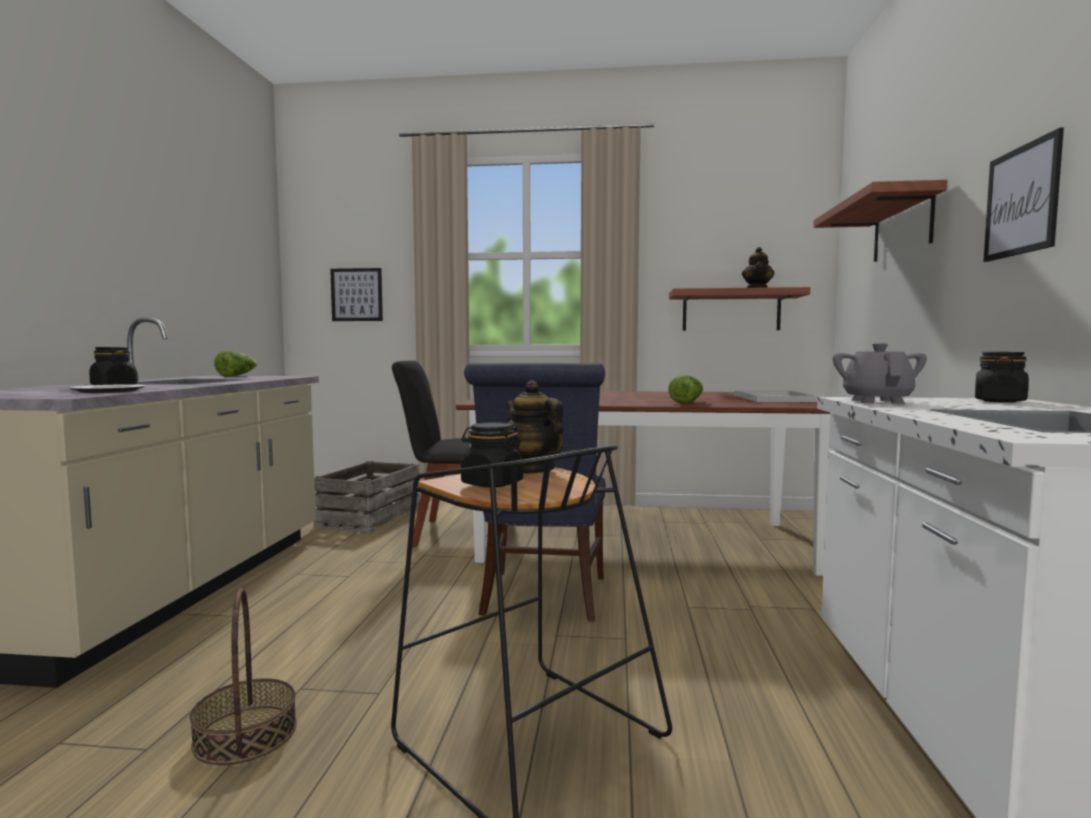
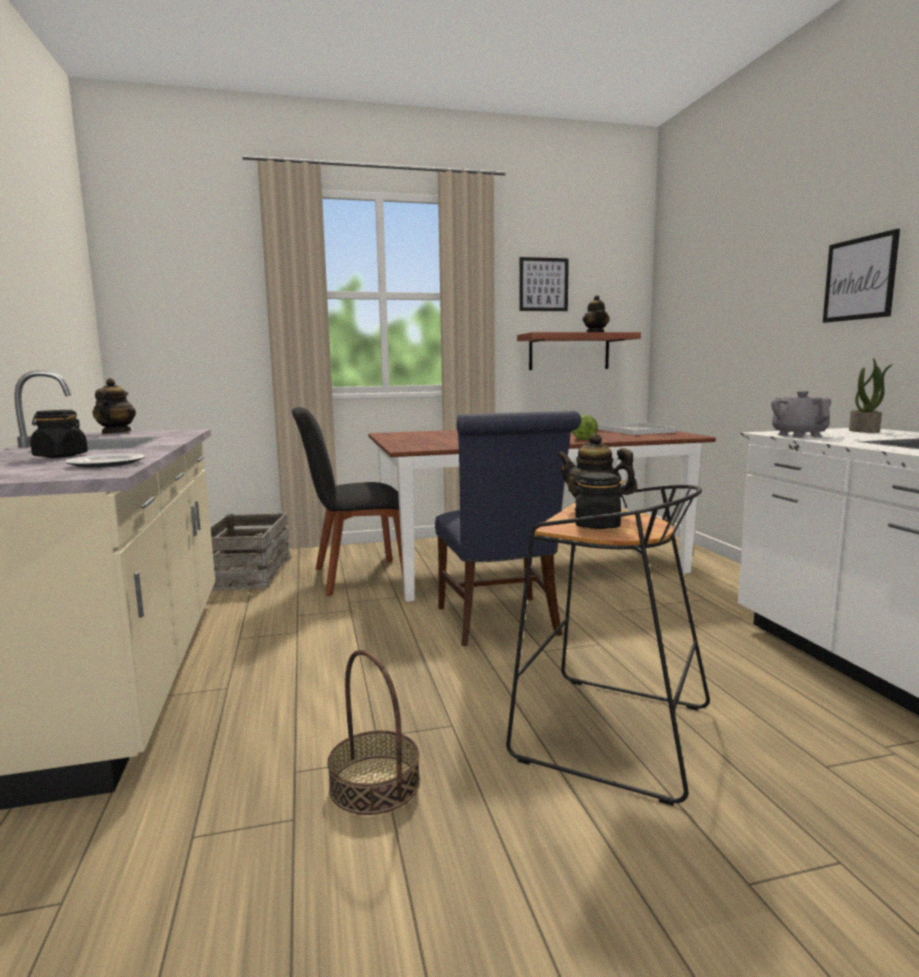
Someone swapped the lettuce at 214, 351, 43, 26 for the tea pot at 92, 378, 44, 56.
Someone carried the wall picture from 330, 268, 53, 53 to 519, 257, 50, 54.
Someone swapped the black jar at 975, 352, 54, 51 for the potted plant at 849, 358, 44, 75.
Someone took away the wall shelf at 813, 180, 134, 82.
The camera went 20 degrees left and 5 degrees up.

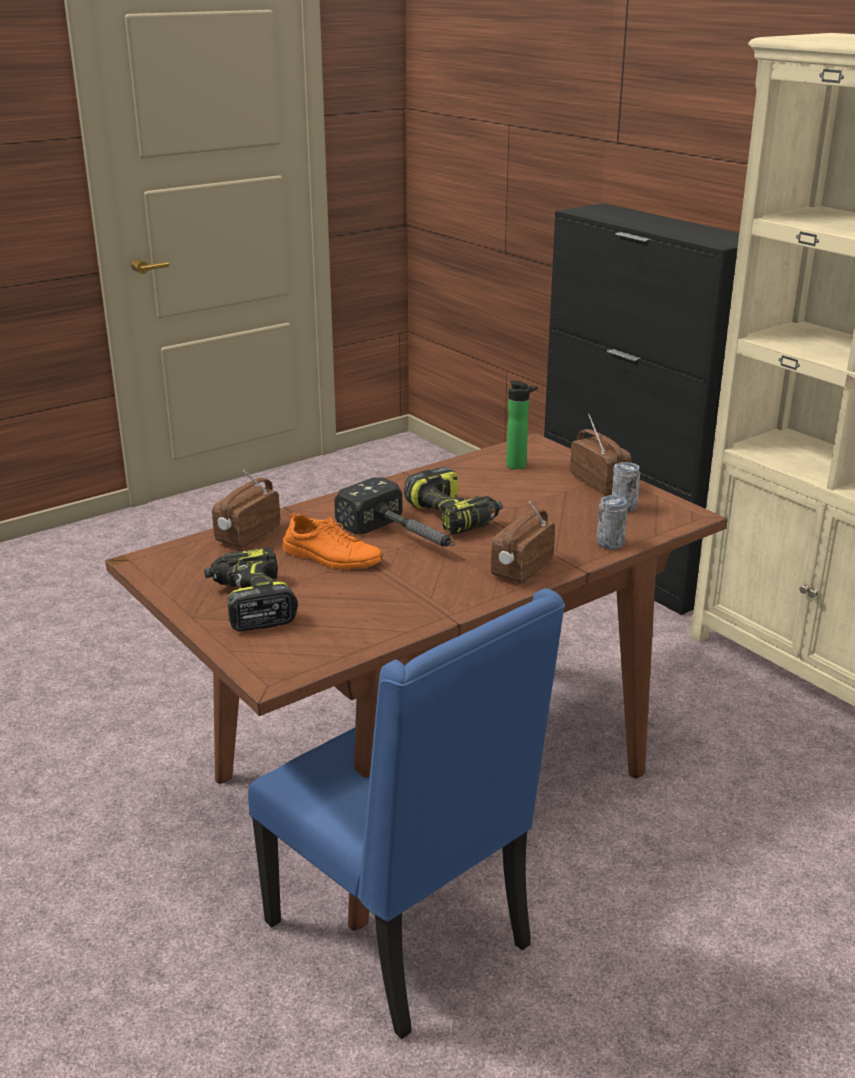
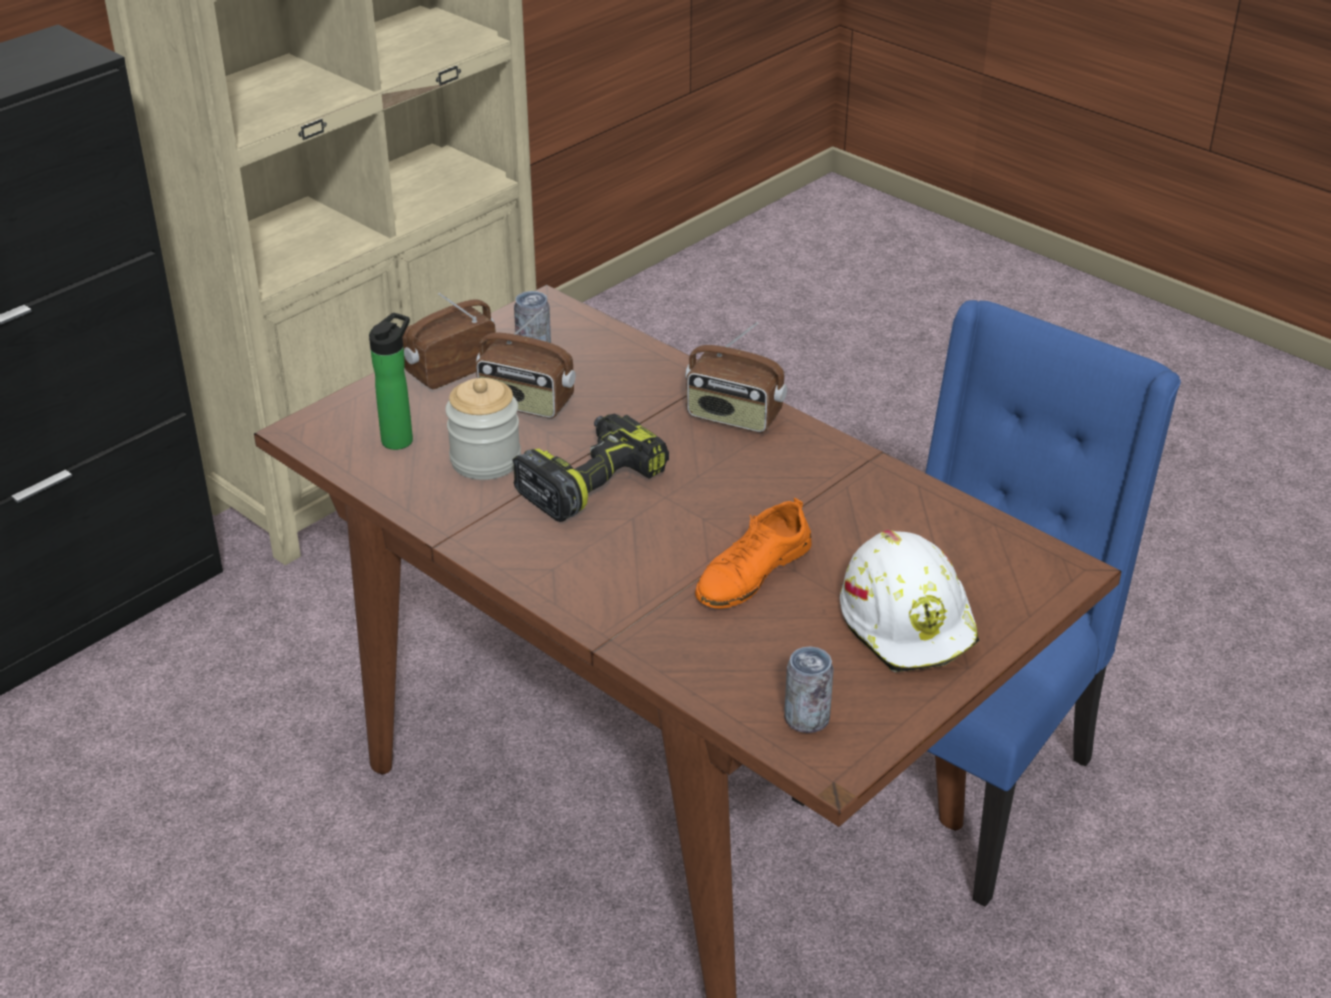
Someone put down the jar at 445, 378, 76, 102.
Someone carried the radio from 212, 470, 68, 78 to 476, 309, 100, 110.
Someone rotated the orangey shoe at 282, 512, 101, 57 by 150 degrees counterclockwise.
Someone carried the sealed can from 597, 495, 31, 54 to 784, 646, 50, 87.
Someone swapped the drill at 204, 548, 94, 83 for the white hard hat at 840, 530, 139, 142.
Someone took away the hand hammer at 334, 477, 121, 69.
The camera went 100 degrees left and 10 degrees up.

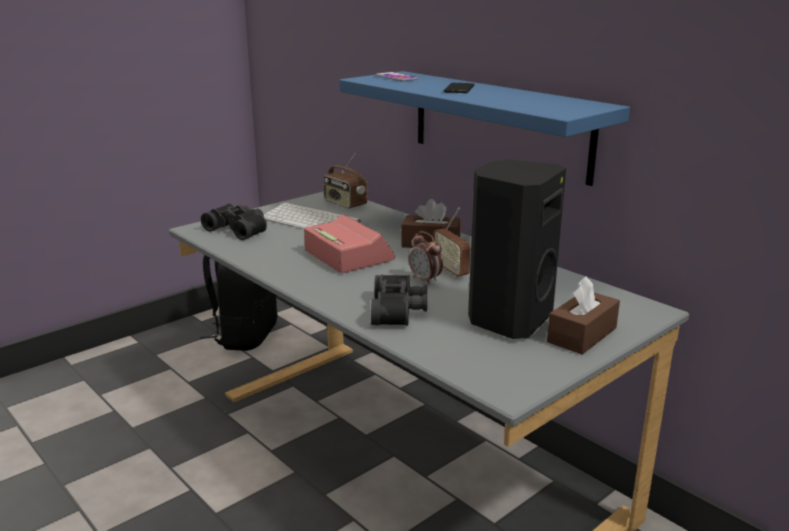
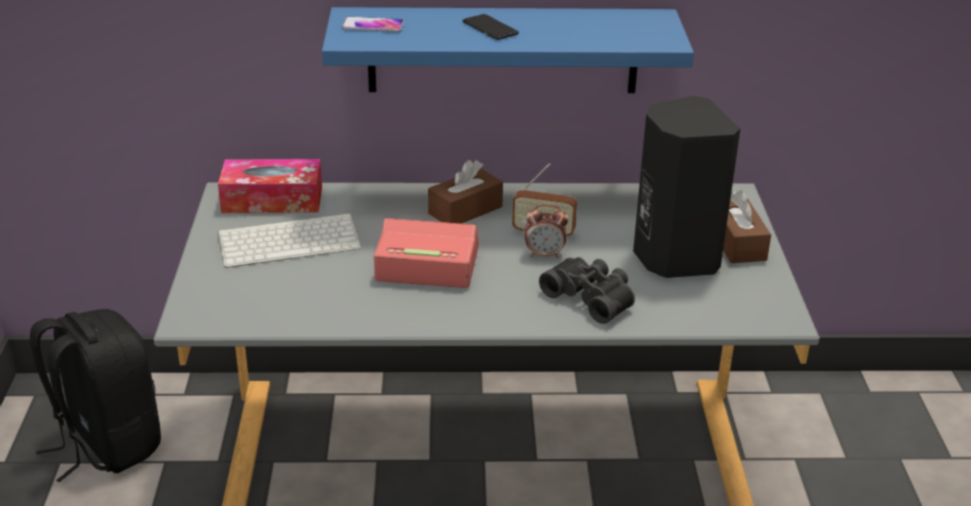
Someone swapped the radio at 323, 153, 44, 56 for the box of tissues at 218, 159, 104, 54.
Someone took away the black pair of binoculars at 201, 203, 66, 37.
The camera went 50 degrees left and 10 degrees up.

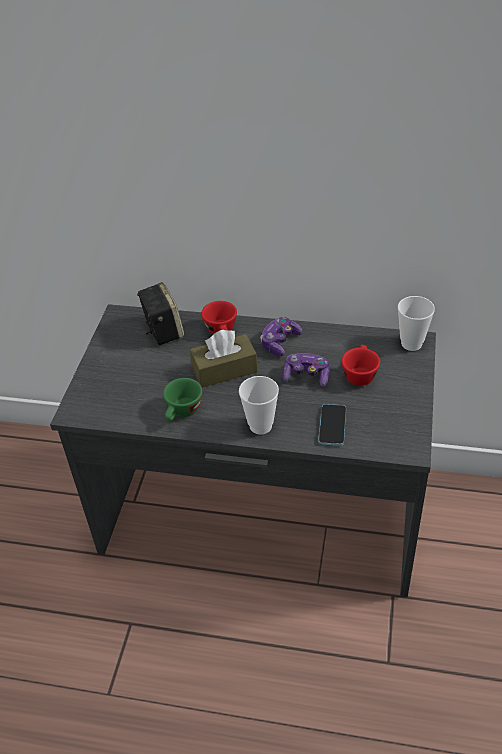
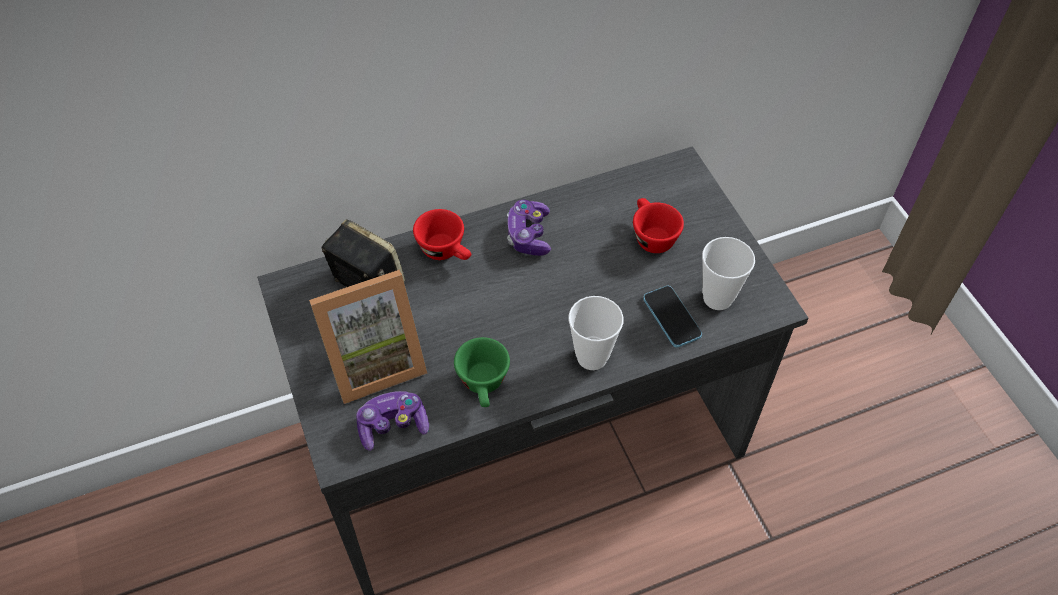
Someone put down the picture frame at 309, 270, 119, 134.
Someone carried the game controller from 282, 353, 48, 34 to 356, 391, 73, 60.
Someone carried the cup from 398, 296, 37, 55 to 702, 237, 53, 73.
Someone took away the brown box of tissues at 190, 330, 68, 58.
The camera went 35 degrees left and 10 degrees up.

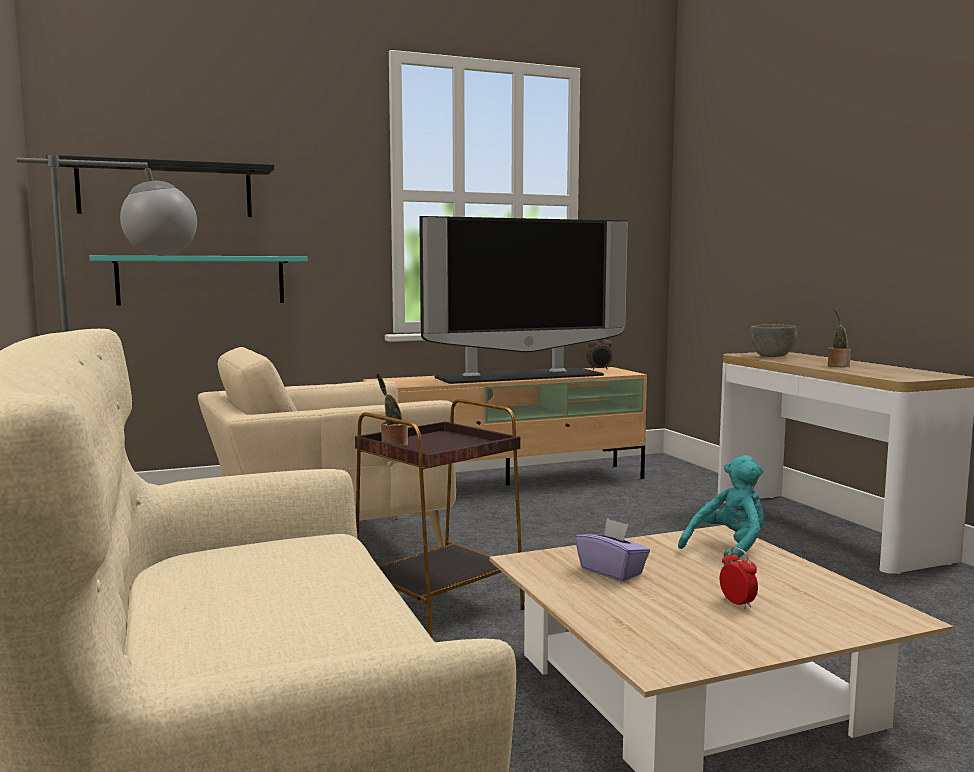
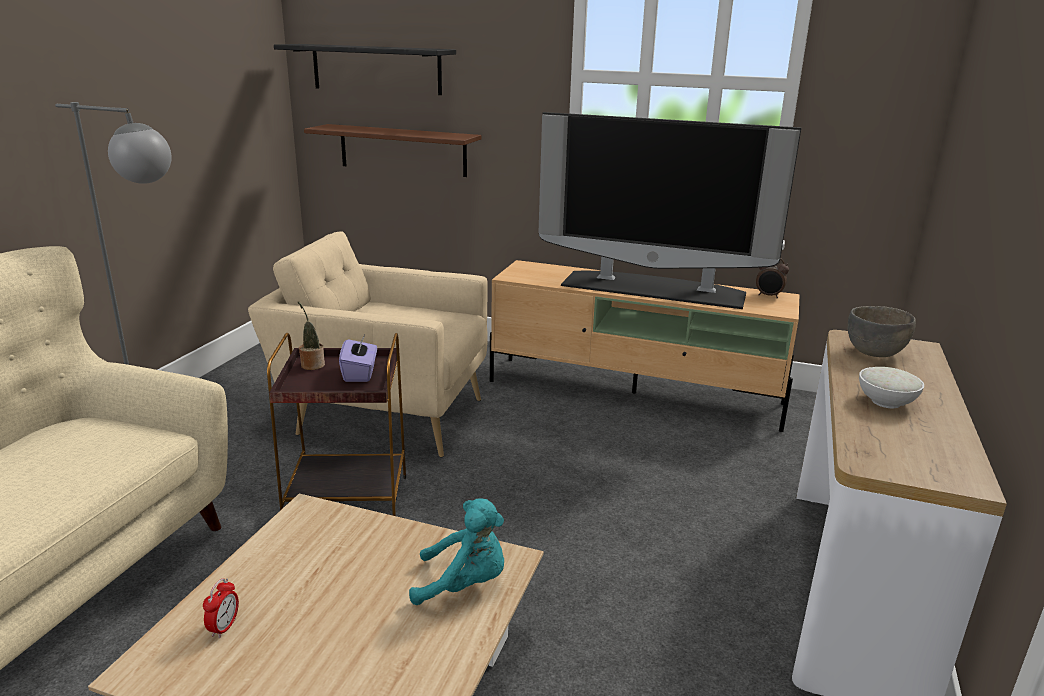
Someone carried the bedside clock from 720, 548, 38, 61 to 203, 578, 36, 60.
Someone repainted the turquoise-coloured wall shelf at 89, 255, 219, 51, which became the brown wall shelf at 304, 124, 177, 53.
Someone carried the purplish box of tissues from 575, 518, 75, 64 to 339, 335, 38, 47.
Someone swapped the potted plant at 828, 308, 23, 59 for the white deep dish at 859, 367, 65, 42.
The camera went 40 degrees right and 15 degrees up.

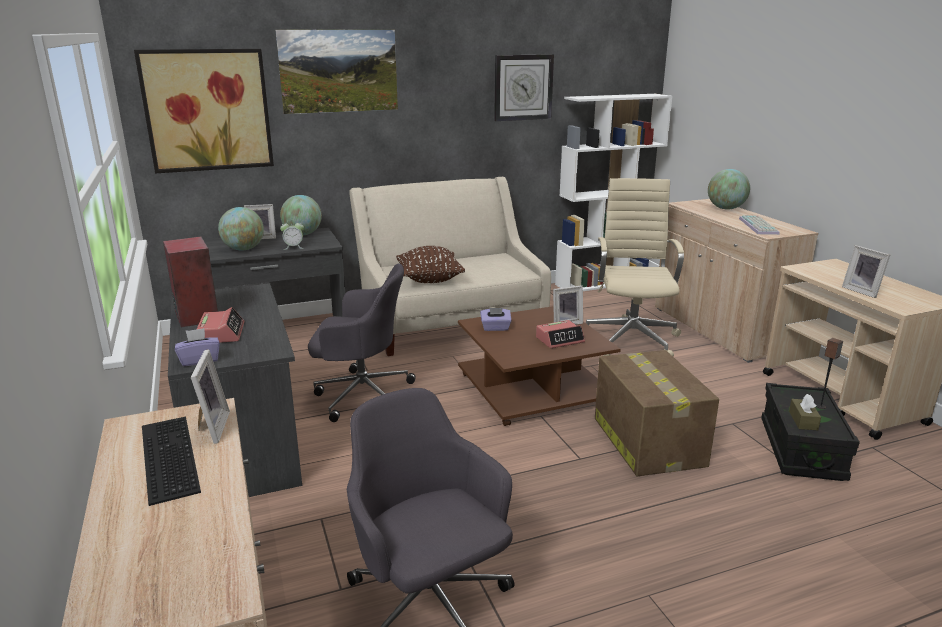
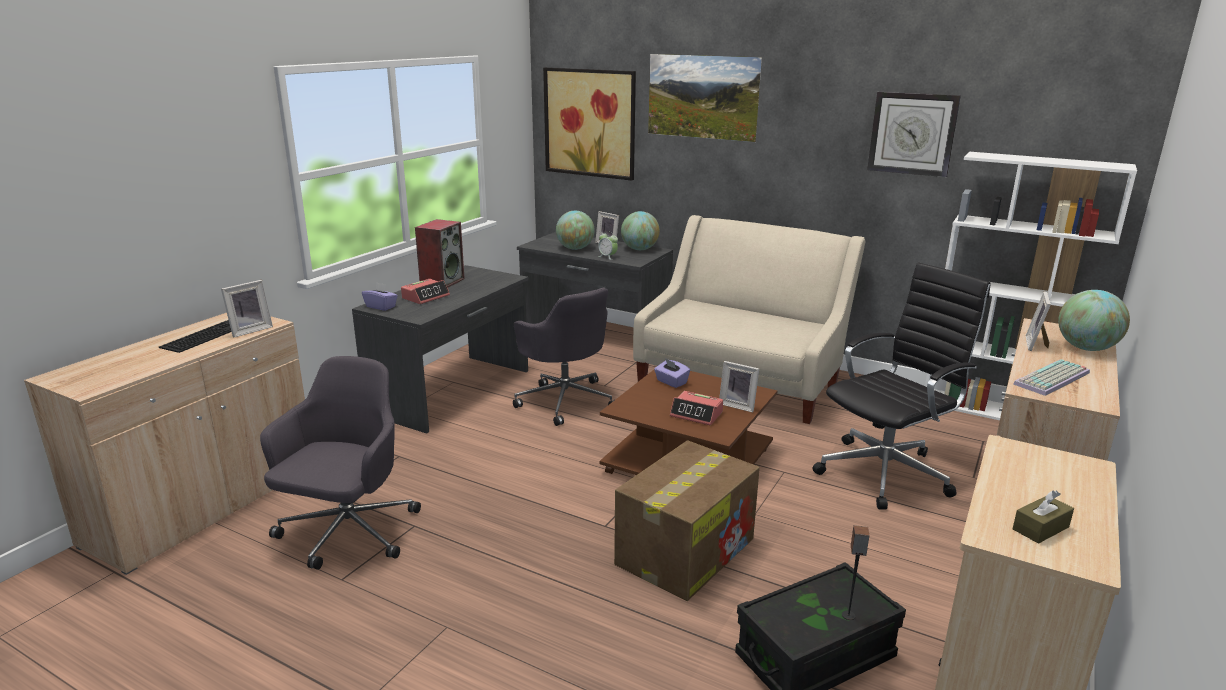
Someone repainted the beige-coloured desk chair at 586, 178, 98, 179, which became the black desk chair at 813, 262, 178, 248.
Someone carried the brown box of tissues from 789, 394, 32, 36 to 1013, 491, 61, 53.
Someone carried the picture frame from 842, 245, 48, 53 to 1026, 292, 25, 59.
Someone took away the brown pillow at 396, 246, 69, 37.
The camera went 50 degrees right and 0 degrees up.

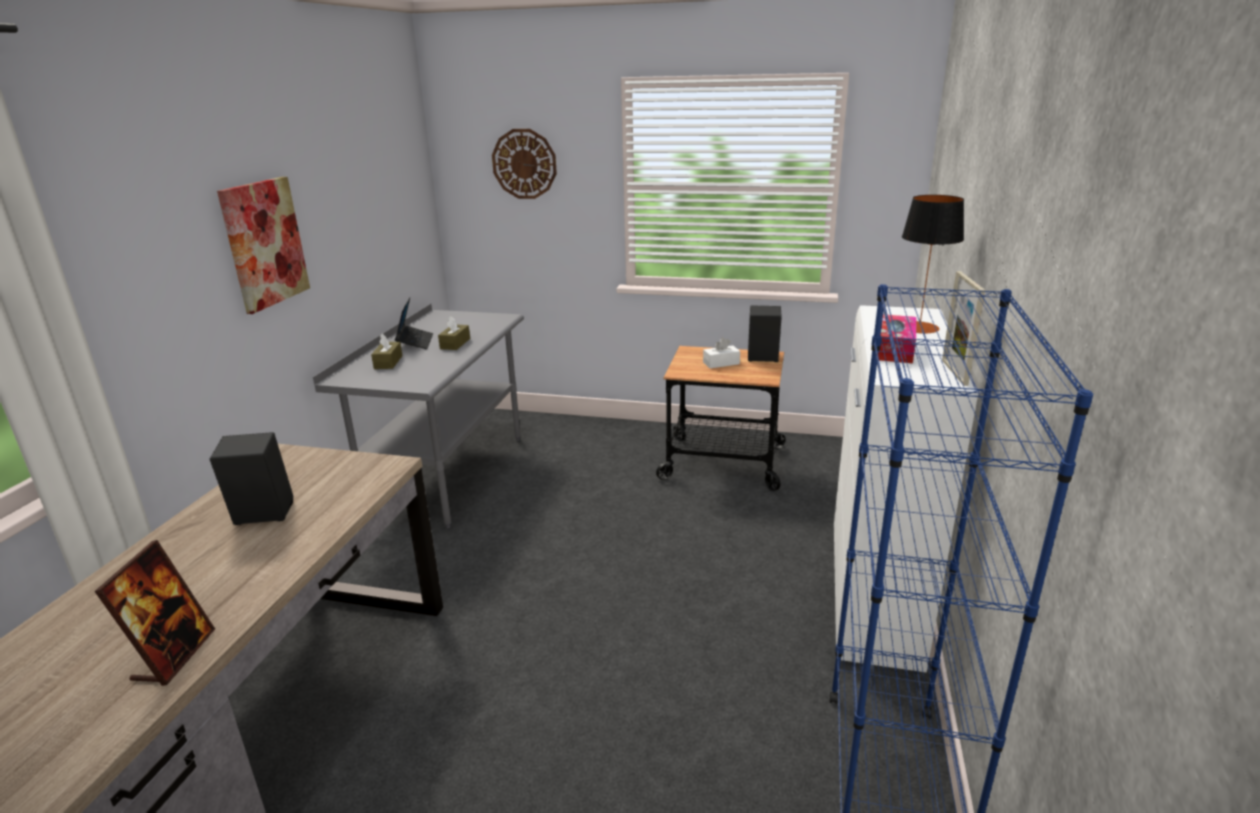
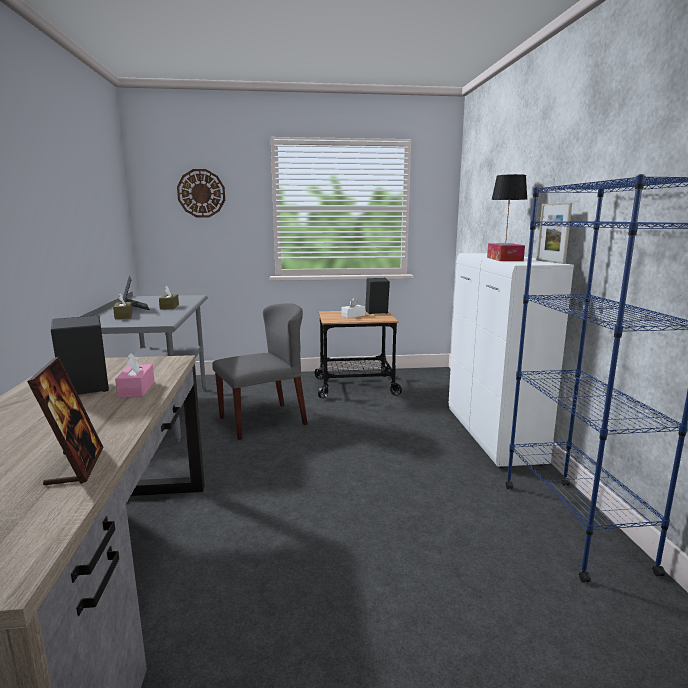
Someone put down the pink-coloured box of tissues at 115, 353, 39, 45.
Someone put down the greyish chair at 212, 303, 96, 137.
Someone took away the wall picture at 217, 177, 93, 137.
The camera went 20 degrees left and 10 degrees down.

